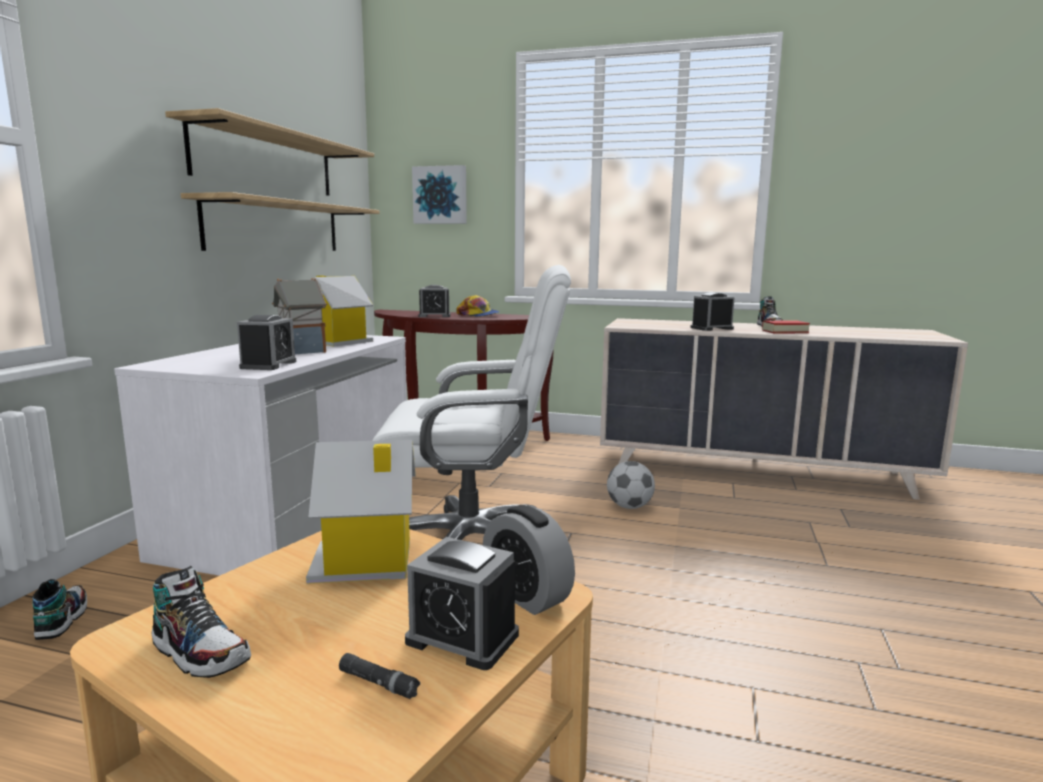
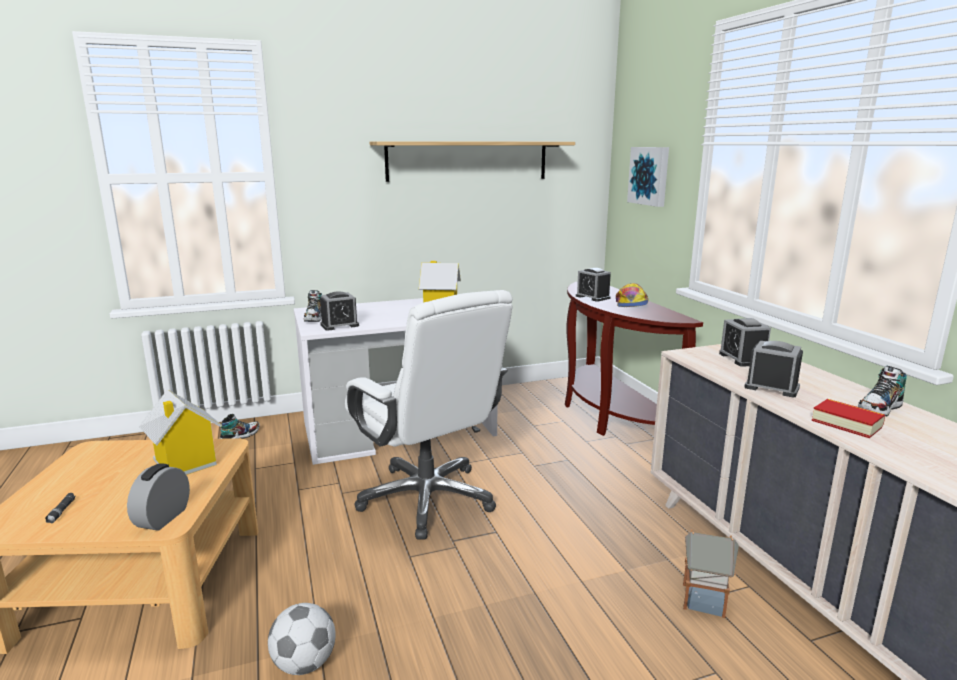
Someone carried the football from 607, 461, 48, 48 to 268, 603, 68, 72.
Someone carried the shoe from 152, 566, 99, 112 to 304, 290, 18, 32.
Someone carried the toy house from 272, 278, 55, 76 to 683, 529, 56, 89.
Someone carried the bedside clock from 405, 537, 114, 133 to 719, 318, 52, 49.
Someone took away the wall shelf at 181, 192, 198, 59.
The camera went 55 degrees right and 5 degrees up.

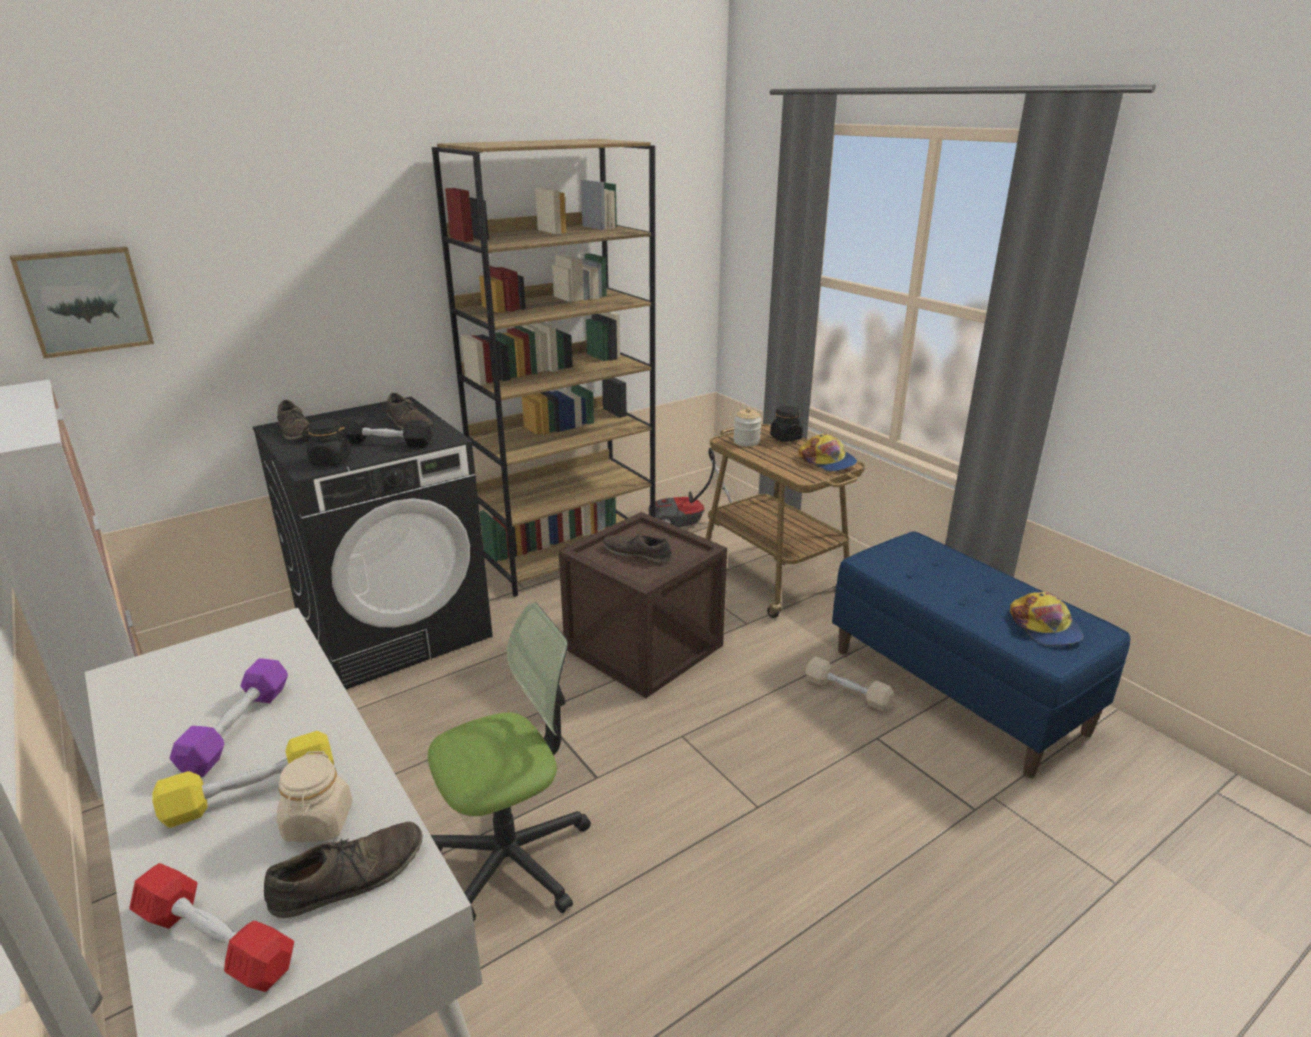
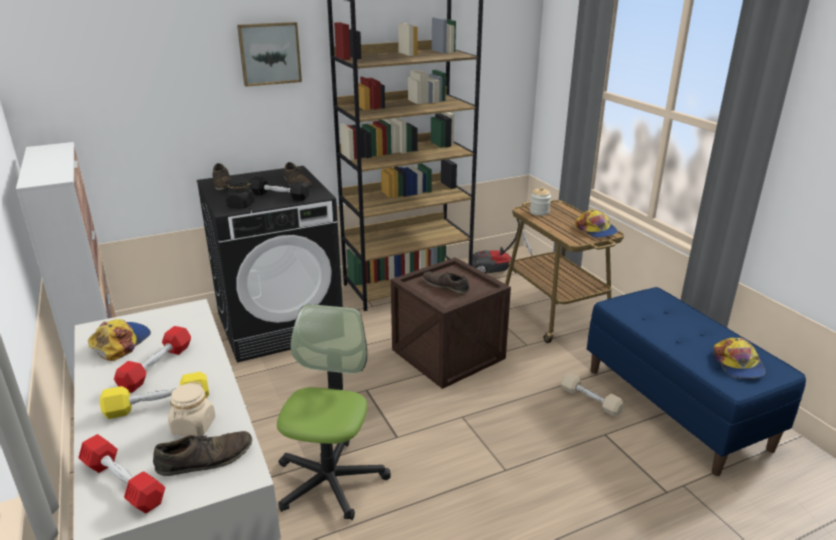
Someone put down the cap at 88, 319, 63, 42.
Someone repainted the purplish hand weight at 170, 658, 118, 119, which became the reddish hand weight at 114, 326, 77, 67.
Someone carried the wall picture from 10, 246, 144, 113 to 237, 22, 65, 65.
Someone rotated the desk chair at 428, 602, 163, 319 by 60 degrees counterclockwise.
Someone took away the black jar at 770, 406, 33, 36.
The camera went 10 degrees right and 0 degrees up.

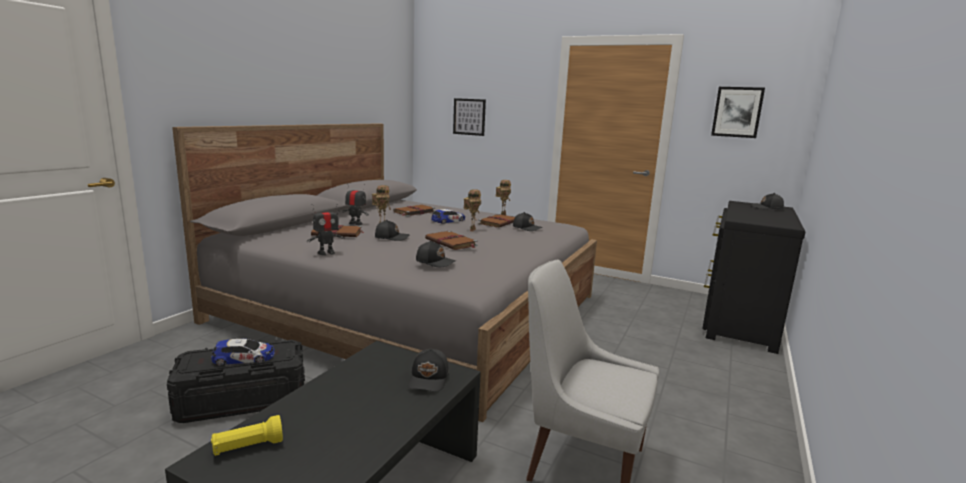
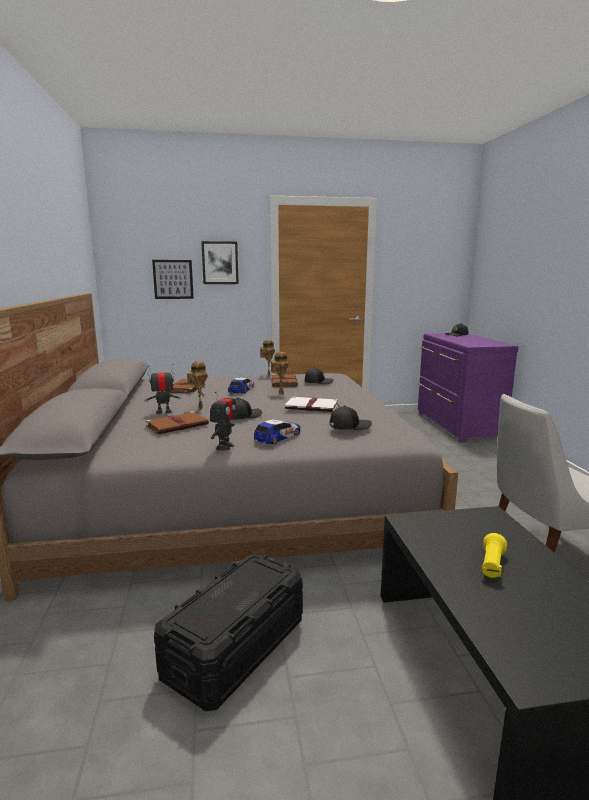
Someone carried the wall picture from 711, 87, 54, 51 to 201, 241, 38, 43.
Someone carried the toy car from 211, 339, 63, 27 to 254, 419, 46, 25.
Someone repainted the brown volume at 425, 231, 53, 19, which became the white volume at 285, 396, 56, 16.
Someone repainted the black chest of drawers at 702, 201, 104, 153, which became the purplish chest of drawers at 418, 333, 100, 110.
Someone carried the yellowish flashlight from 211, 415, 72, 41 to 481, 533, 26, 45.
Someone took away the black cap at 408, 349, 41, 43.
The camera went 35 degrees left and 0 degrees up.

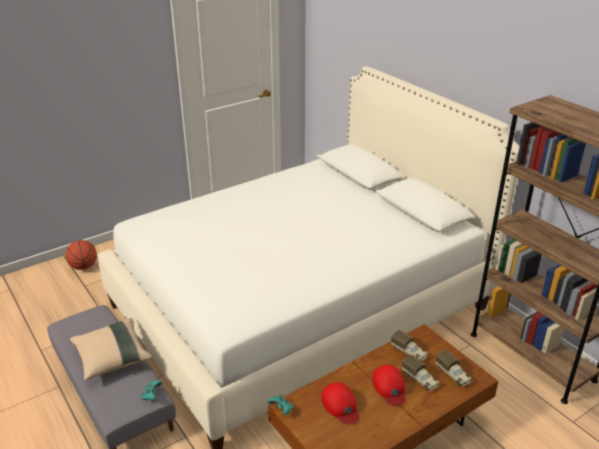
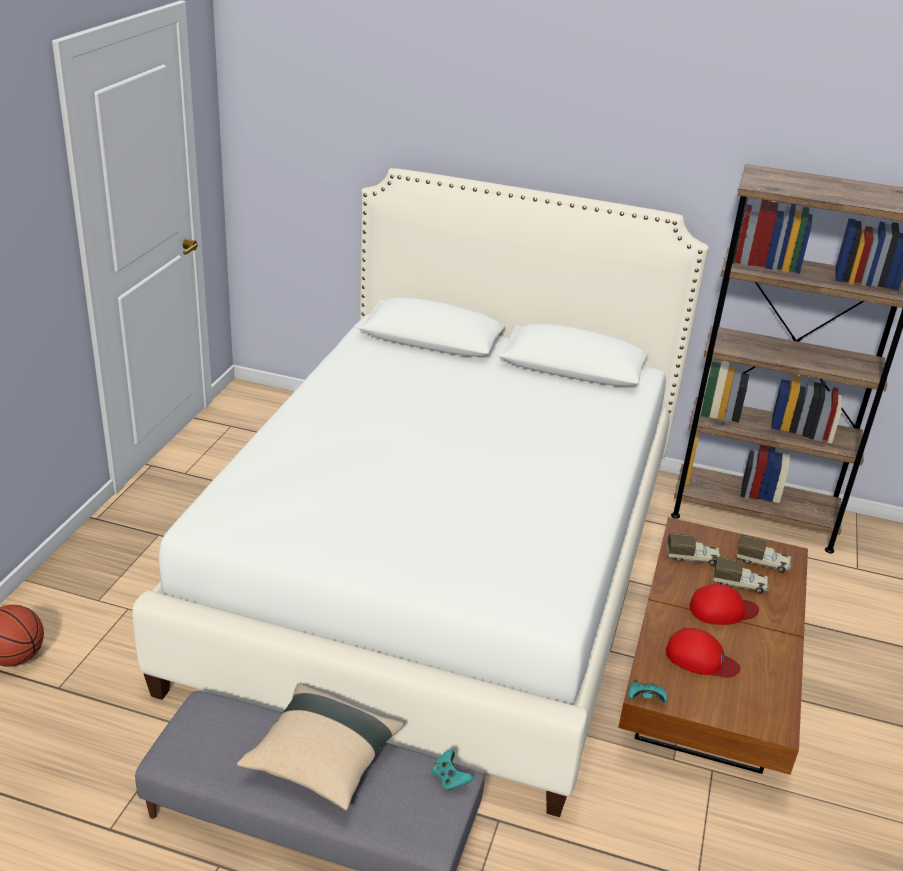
Someone rotated the reddish cap at 372, 365, 34, 41 by 45 degrees counterclockwise.
The camera went 40 degrees left and 0 degrees up.

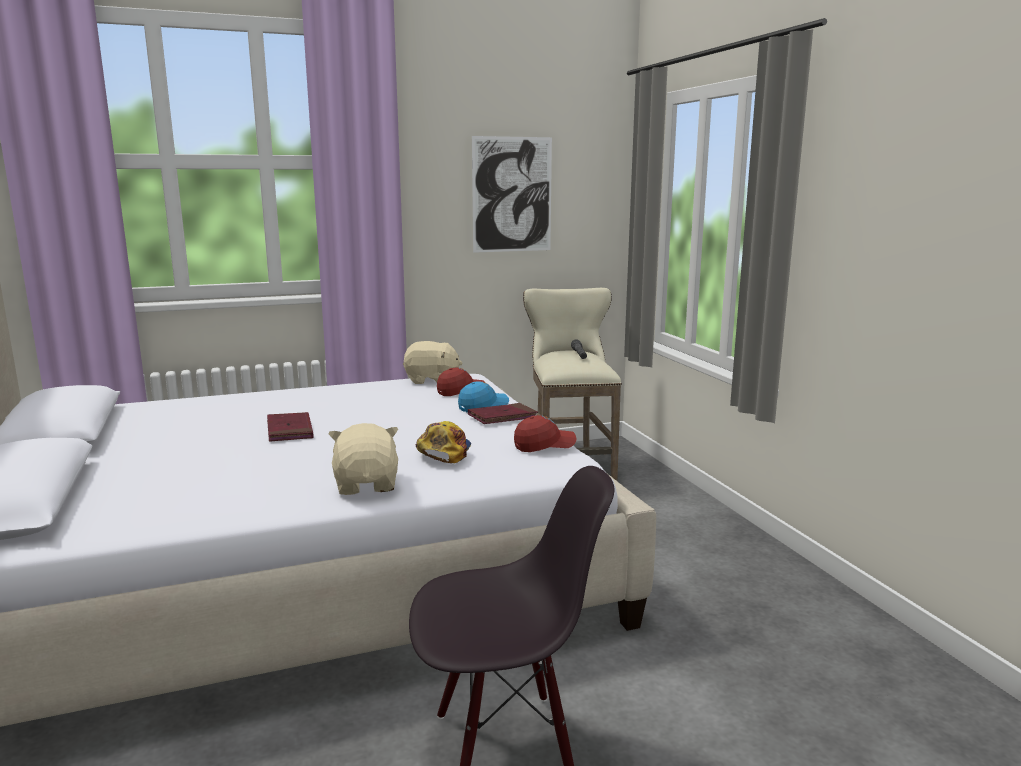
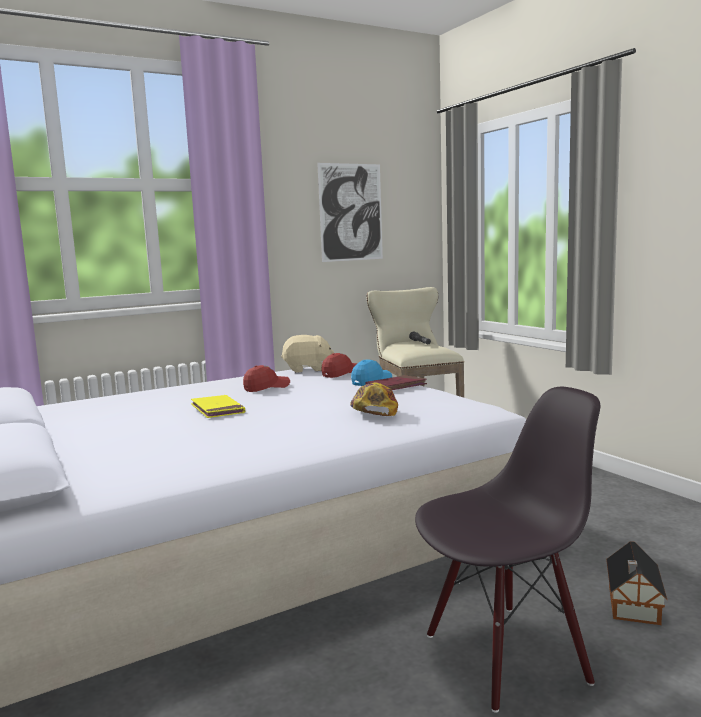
Someone repainted the reddish volume at 267, 412, 47, 30, which became the yellowish volume at 191, 395, 54, 23.
Someone carried the reddish cap from 514, 415, 62, 37 to 243, 365, 47, 27.
Someone put down the toy house at 606, 541, 61, 84.
Someone took away the beige-coloured plush toy at 329, 423, 69, 72.
The camera went 10 degrees left and 5 degrees down.

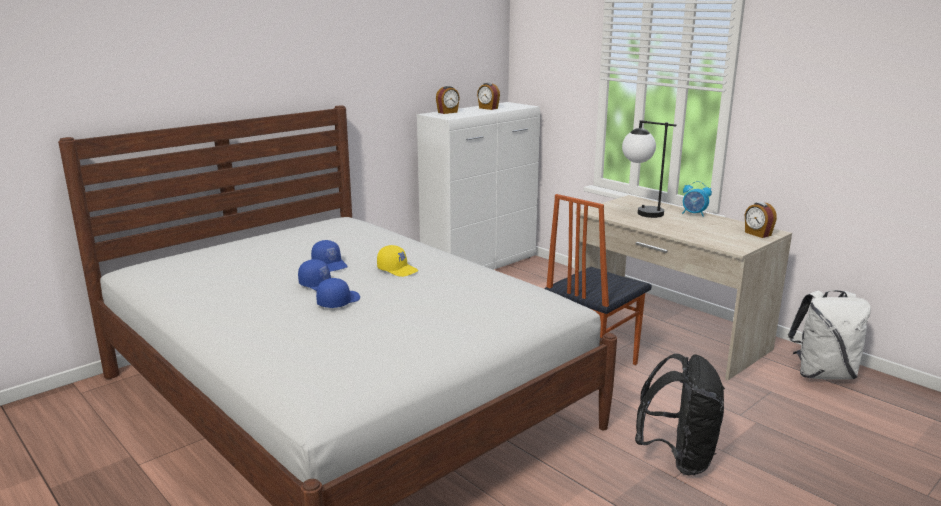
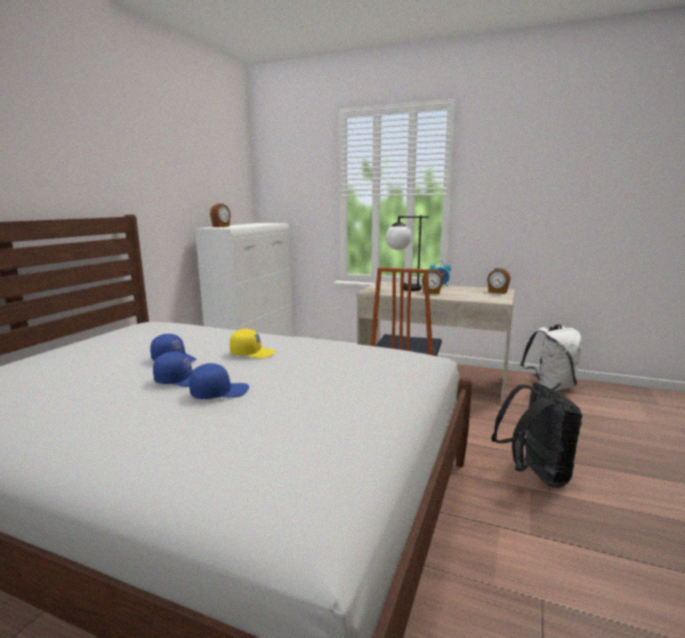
Someone rotated the blue cap at 316, 278, 44, 30 by 60 degrees clockwise.
Someone carried the bedside clock from 477, 83, 23, 27 to 422, 268, 21, 26.
The camera went 25 degrees left and 5 degrees down.

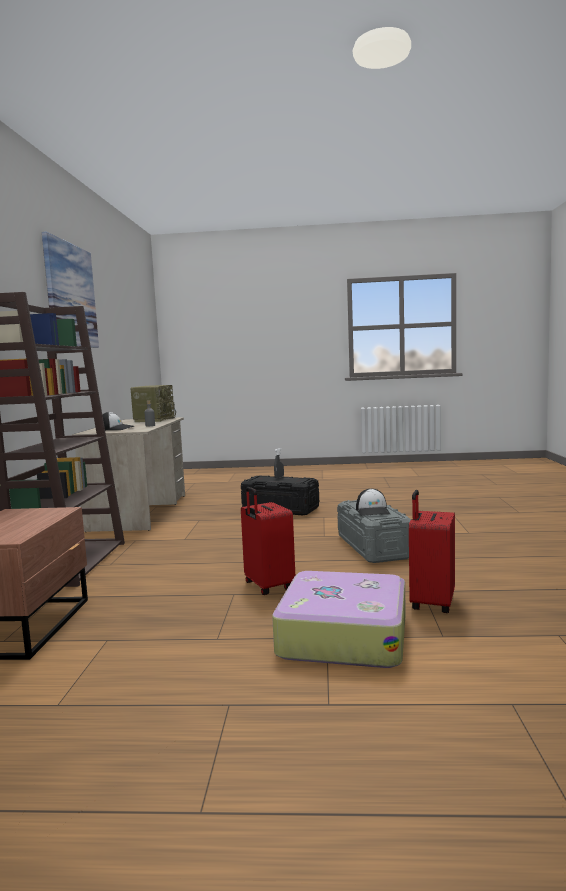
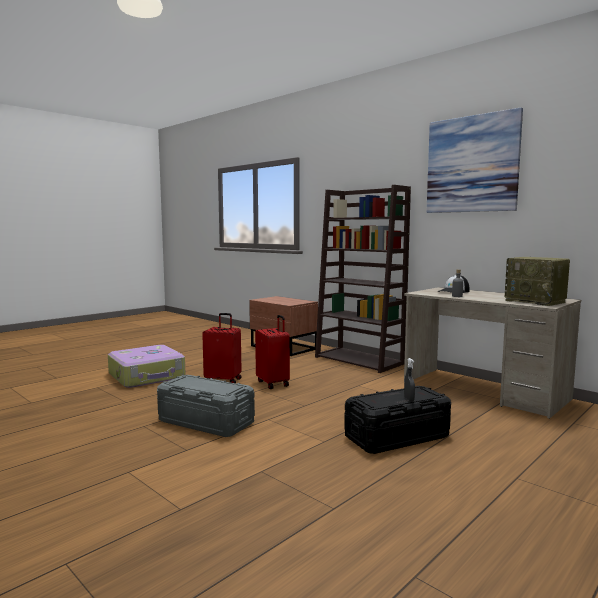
Someone carried the reddish travel case from 409, 490, 46, 123 to 255, 315, 35, 74.
Someone took away the cap at 356, 488, 34, 28.
The camera went 130 degrees right and 0 degrees up.

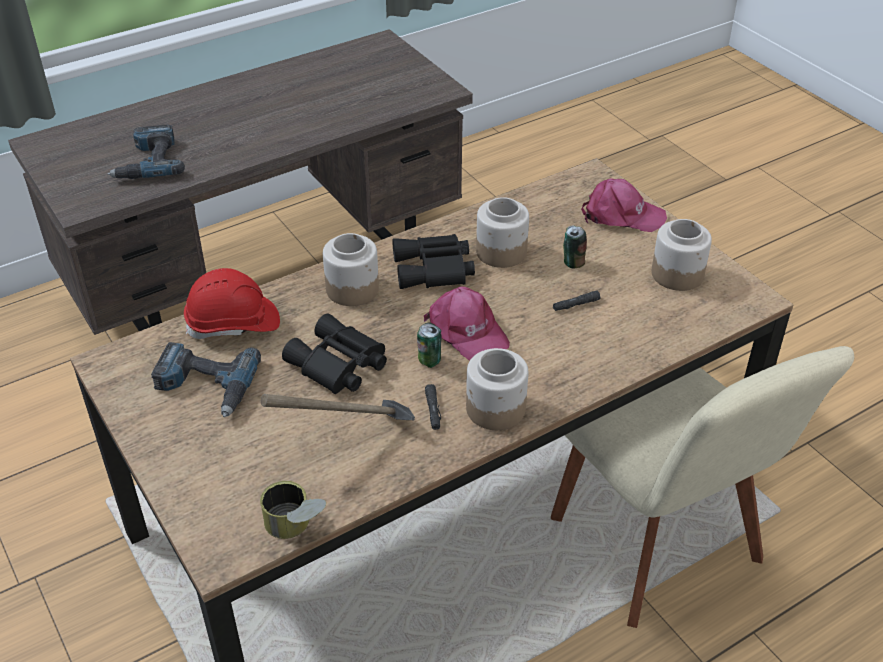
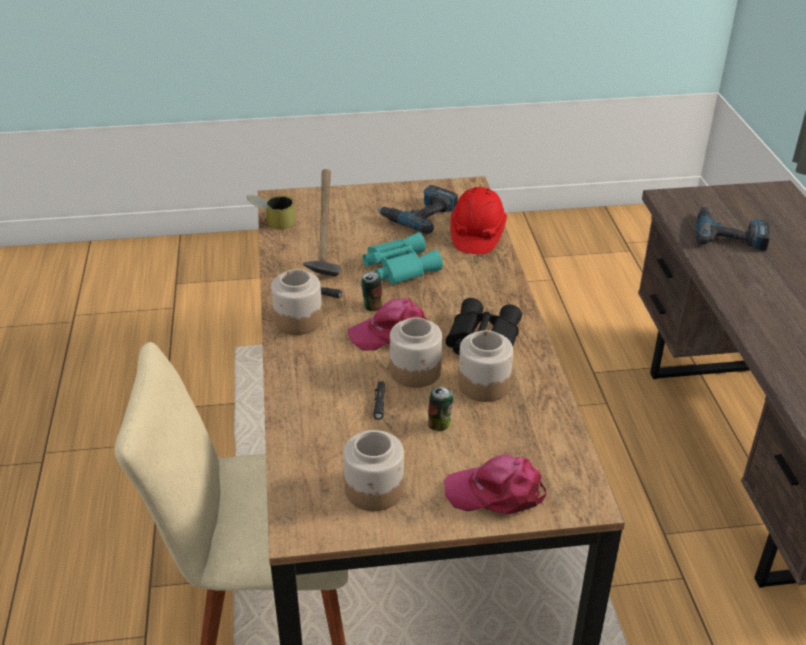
Someone repainted the black pair of binoculars at 282, 314, 105, 80, which became the turquoise-coloured pair of binoculars at 363, 232, 80, 53.
Someone carried the jar from 323, 233, 56, 73 to 390, 317, 52, 71.
Someone rotated the pink-coloured cap at 581, 178, 86, 54 by 60 degrees clockwise.
The camera went 115 degrees right and 5 degrees down.

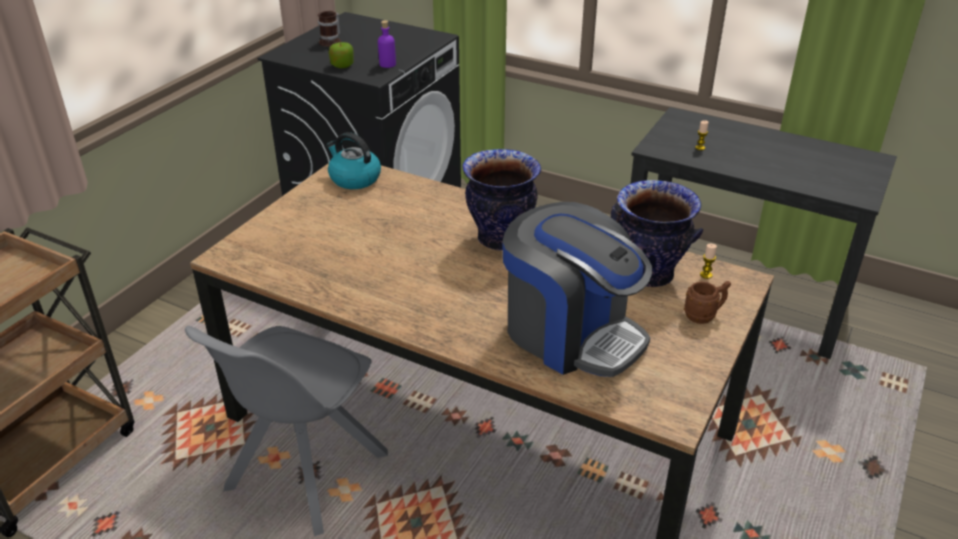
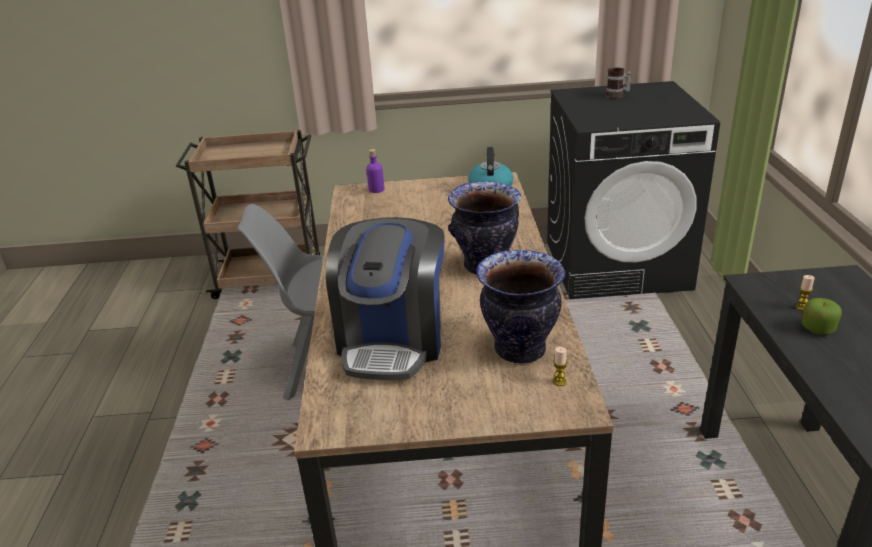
Someone carried the purplish drink bottle from 378, 20, 18, 48 to 366, 149, 18, 44.
Someone carried the whole apple from 329, 42, 25, 26 to 802, 298, 40, 37.
Someone took away the brown coffee mug at 684, 281, 47, 43.
The camera went 60 degrees right and 5 degrees down.

